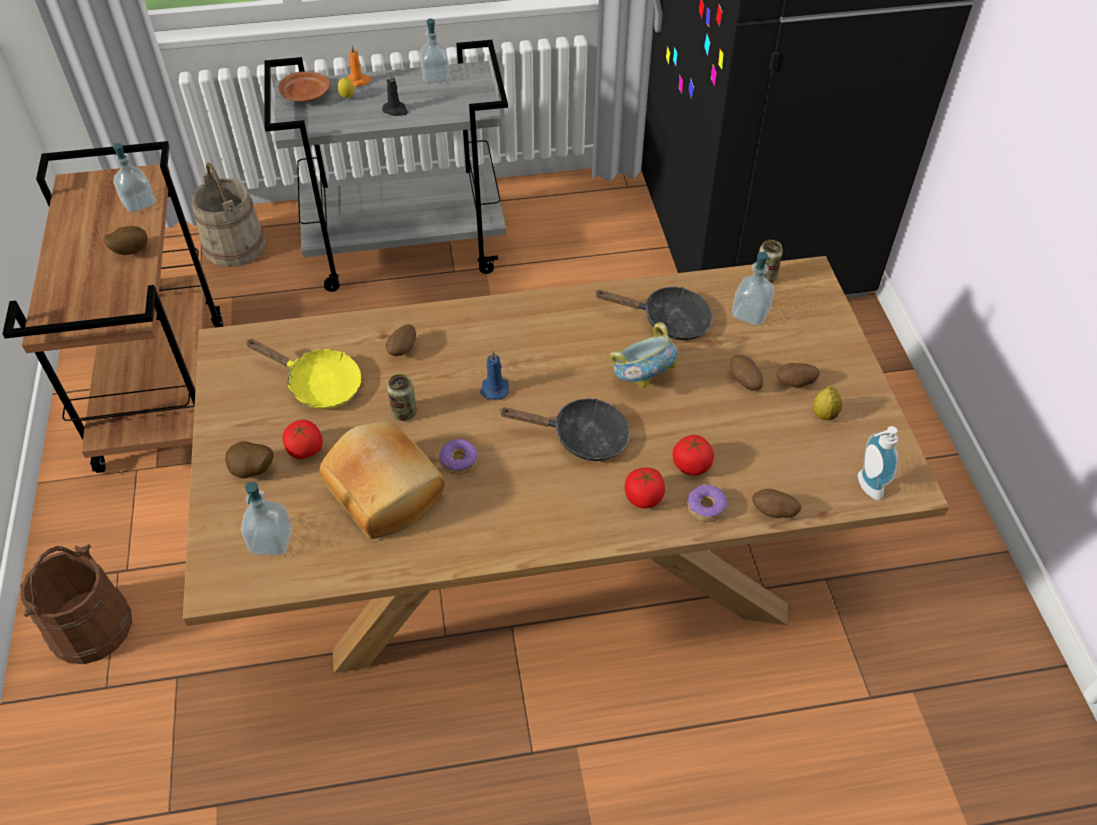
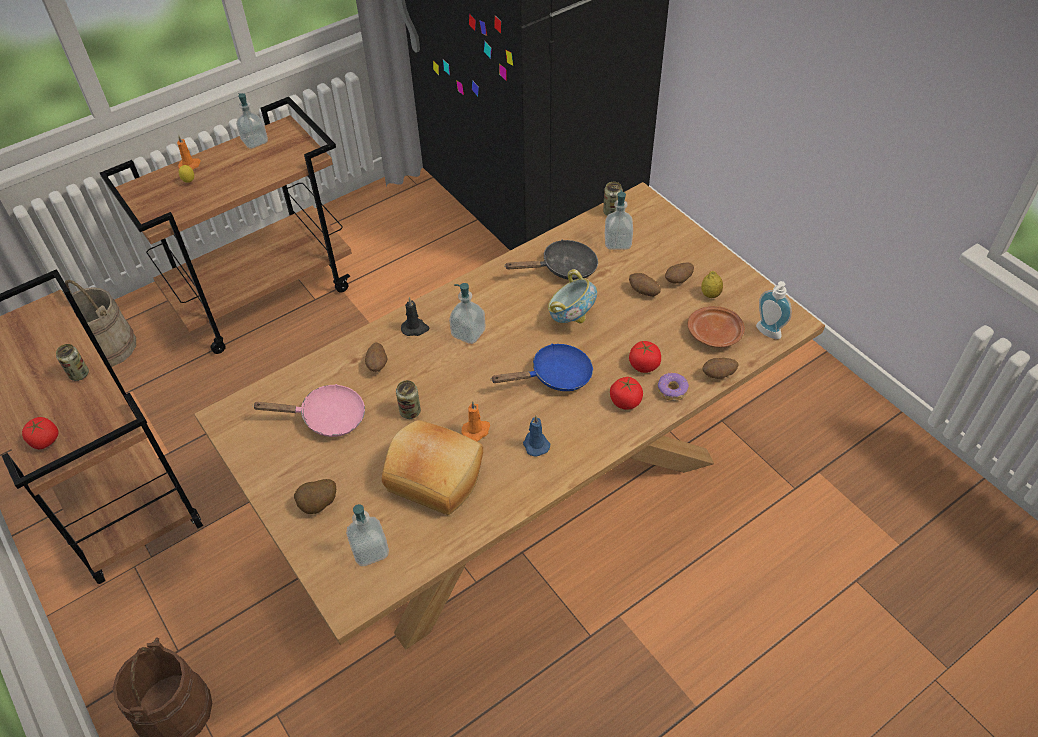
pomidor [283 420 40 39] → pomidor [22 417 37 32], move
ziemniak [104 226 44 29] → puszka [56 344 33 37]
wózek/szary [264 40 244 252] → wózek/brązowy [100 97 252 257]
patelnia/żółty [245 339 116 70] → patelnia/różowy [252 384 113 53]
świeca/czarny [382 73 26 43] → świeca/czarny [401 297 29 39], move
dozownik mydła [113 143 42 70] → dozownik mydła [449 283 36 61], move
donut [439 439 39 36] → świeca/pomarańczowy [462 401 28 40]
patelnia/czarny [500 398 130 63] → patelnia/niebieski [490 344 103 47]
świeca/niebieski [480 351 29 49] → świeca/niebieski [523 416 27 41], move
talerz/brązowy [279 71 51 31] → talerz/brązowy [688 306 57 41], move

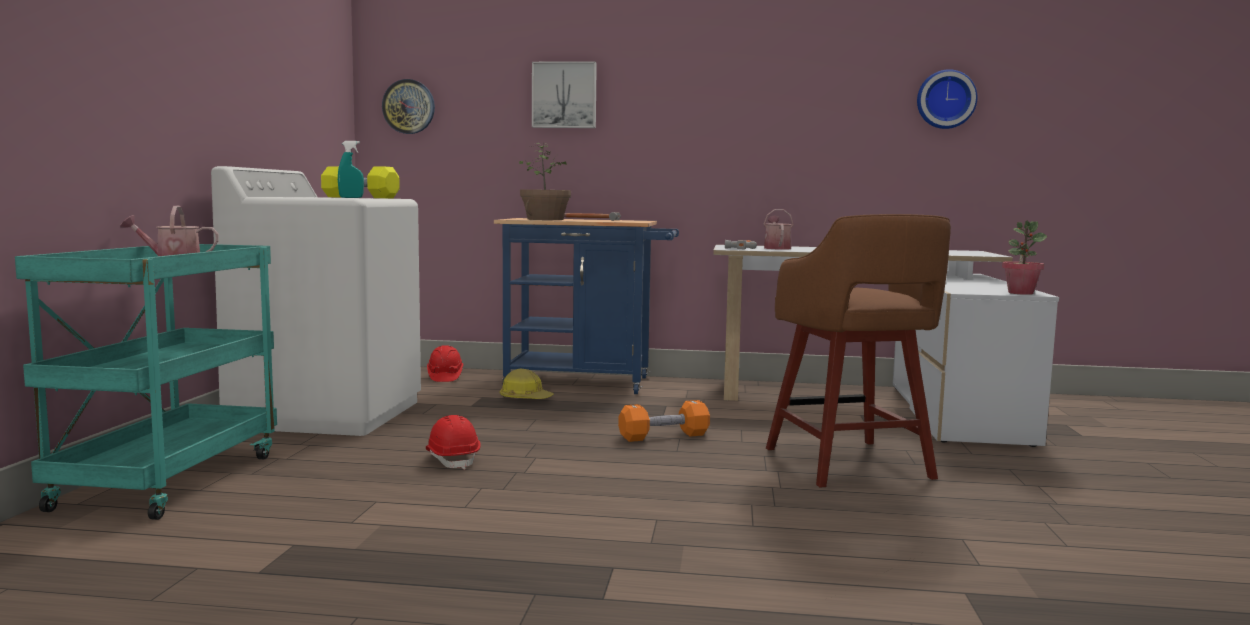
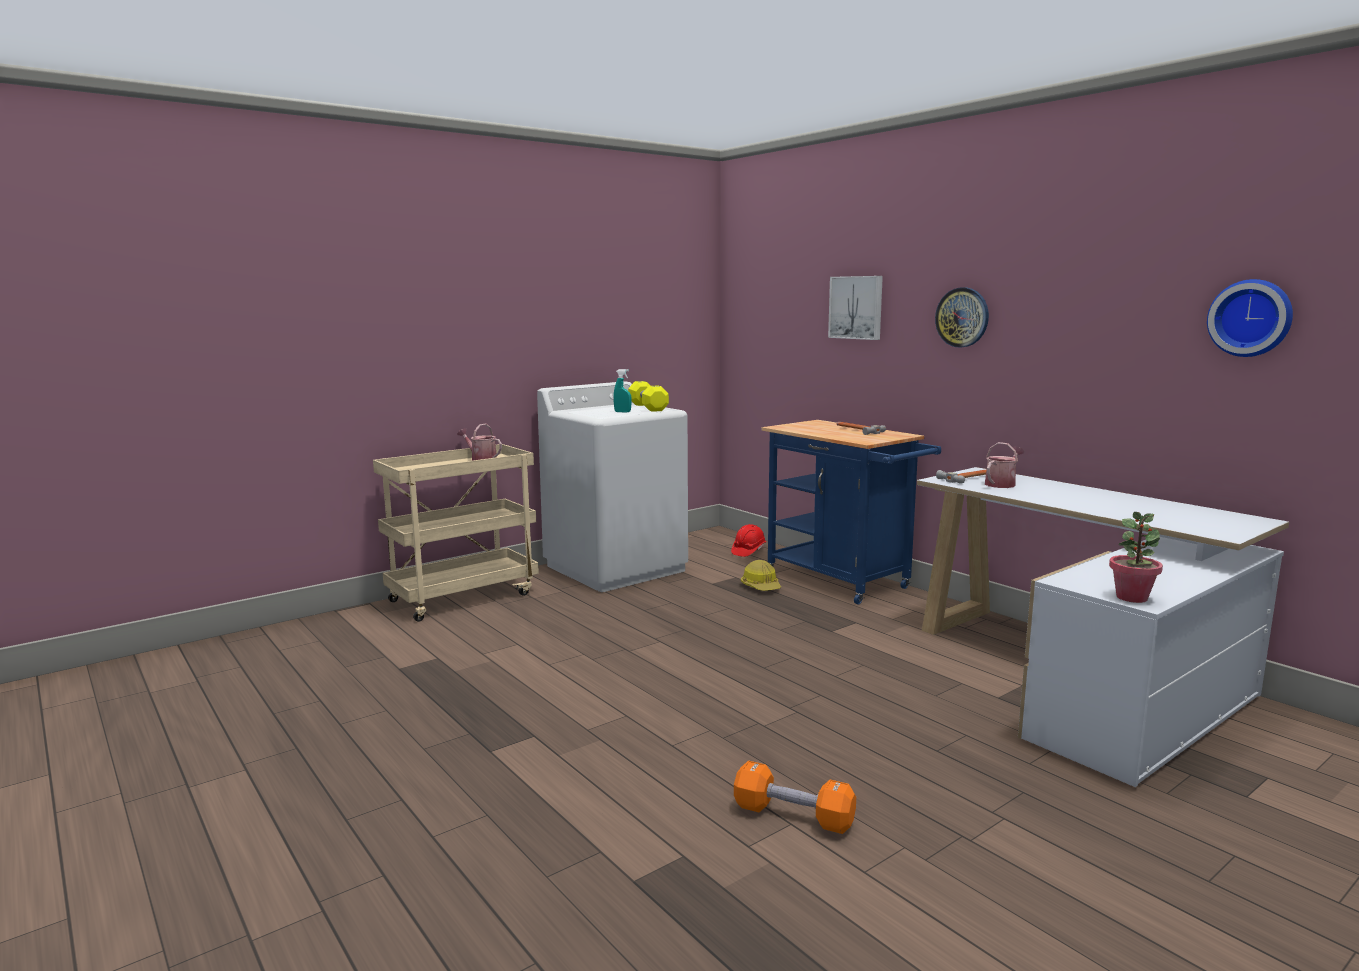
wózek/turkusowy [15 244 262 276] → wózek/beżowy [373 444 166 178]
hantel/pomarańczowy [618 400 92 42] → hantel/pomarańczowy [734 761 122 73], move
zegar ścienny [382 79 53 55] → zegar ścienny [935 288 54 59], move
kask/czerwony [426 415 55 55] → -
roślina doniczkowa [519 142 52 78] → -
stołek/brązowy [766 214 185 274] → -

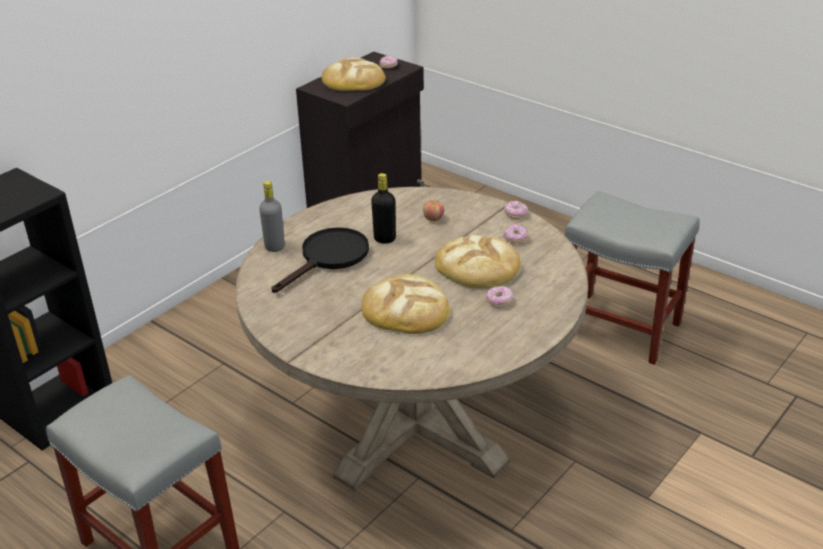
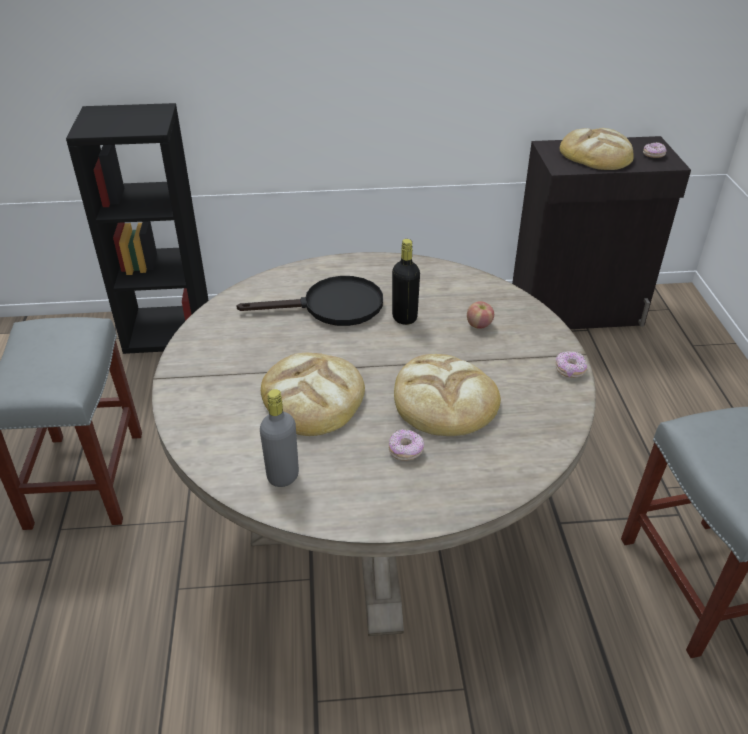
butelka/szary [259 181 26 71] → butelka/szary [260 389 39 98], move
donut [503 224 25 20] → -

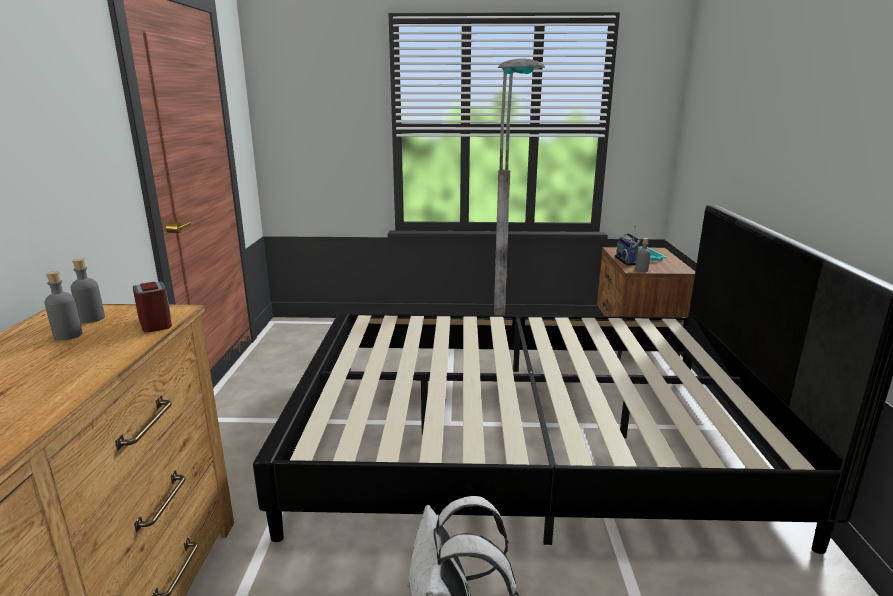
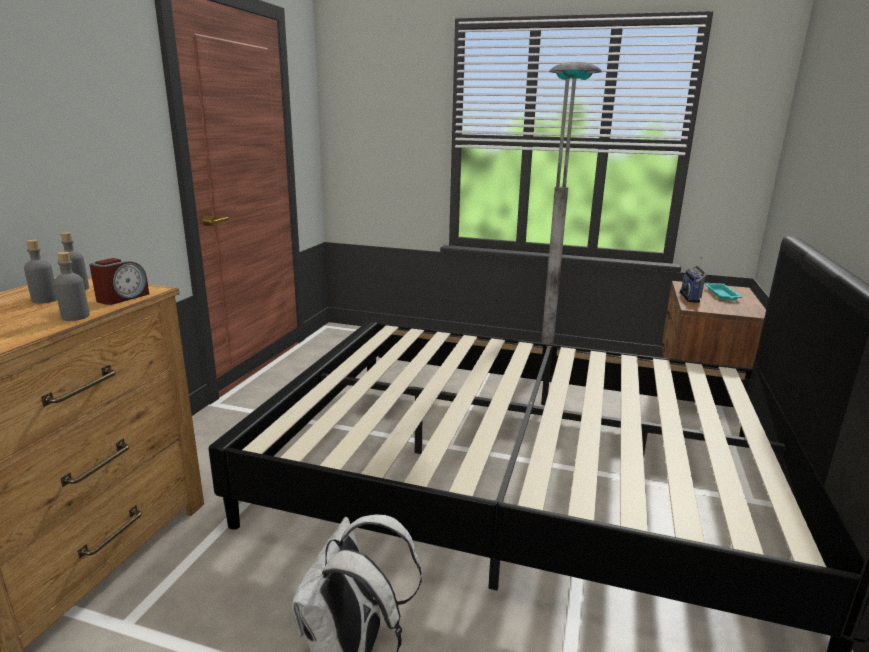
butelka/szary [635 238 16 34] → butelka/szary [54 252 36 69], move
budzik [133 282 39 50] → budzik [90 258 59 47], 45 degrees clockwise

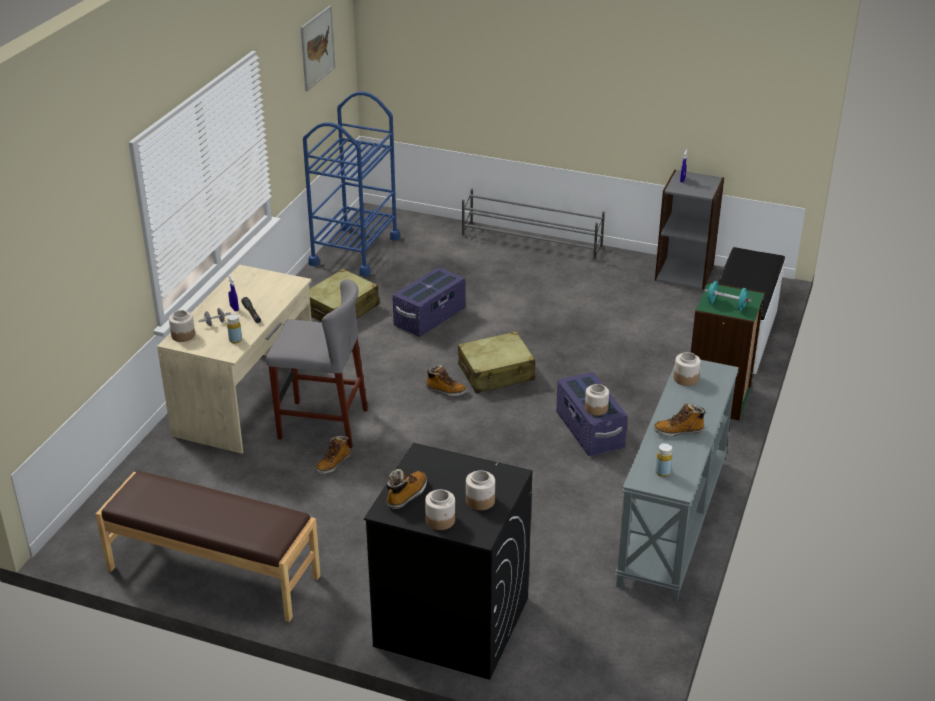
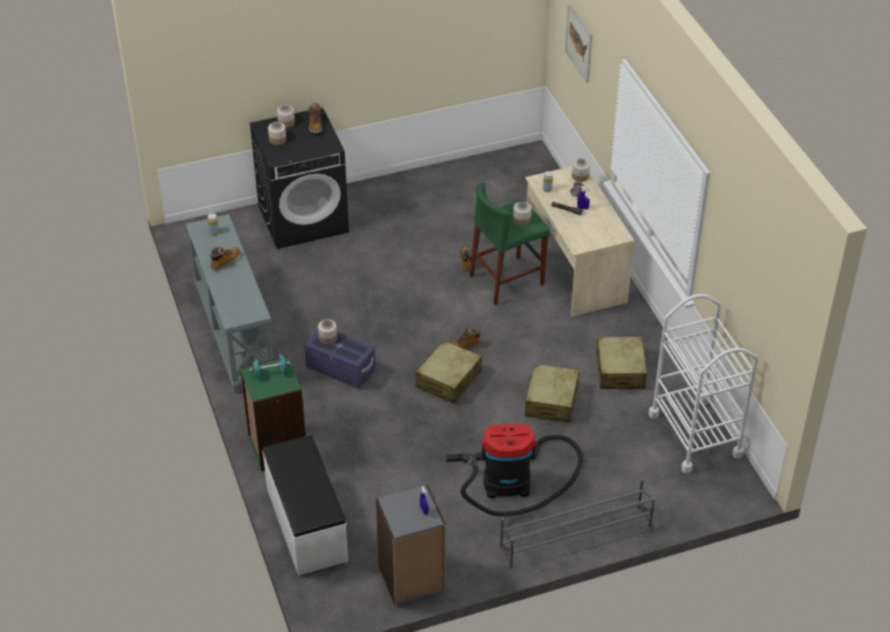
- → odkurzacz [446 424 137 93]
stołek/szary [266 279 102 169] → stołek/zielony [470 182 80 123]
słoik [674 352 27 34] → słoik [513 202 18 23], move
pojemnik do przechowywania/fioletowy [392 267 73 70] → walizka/beżowy [525 364 54 58]
obraz [301 5 34 86] → obraz [565 4 27 79], move
wózek/niebieski [303 92 97 184] → wózek/biały [649 294 109 179]
ławka/brązowy [96 471 225 151] → -

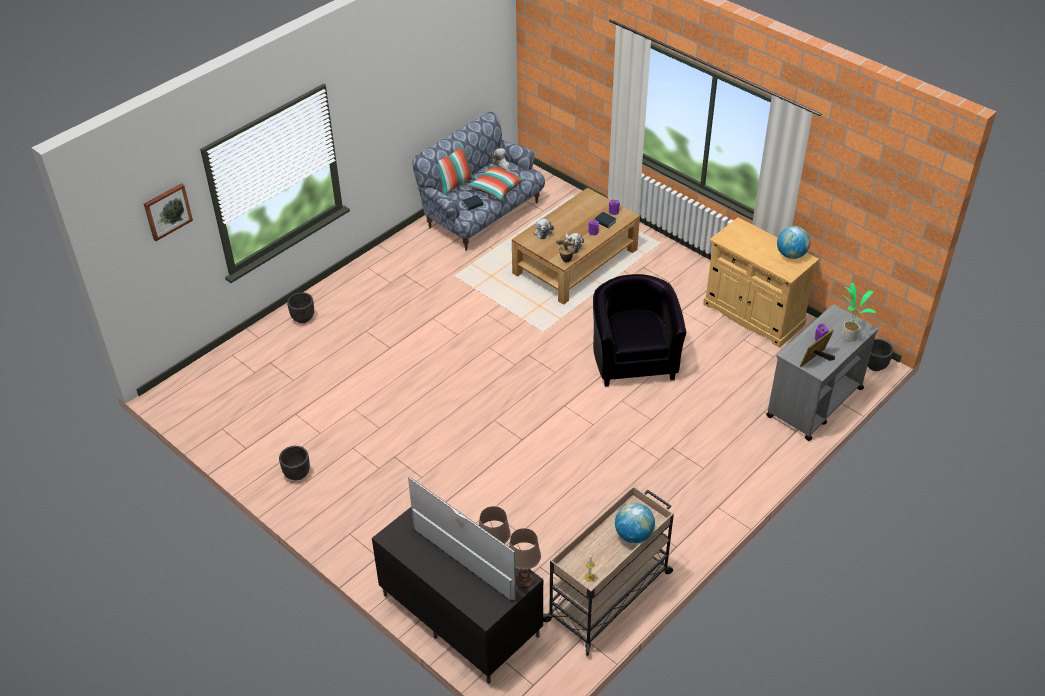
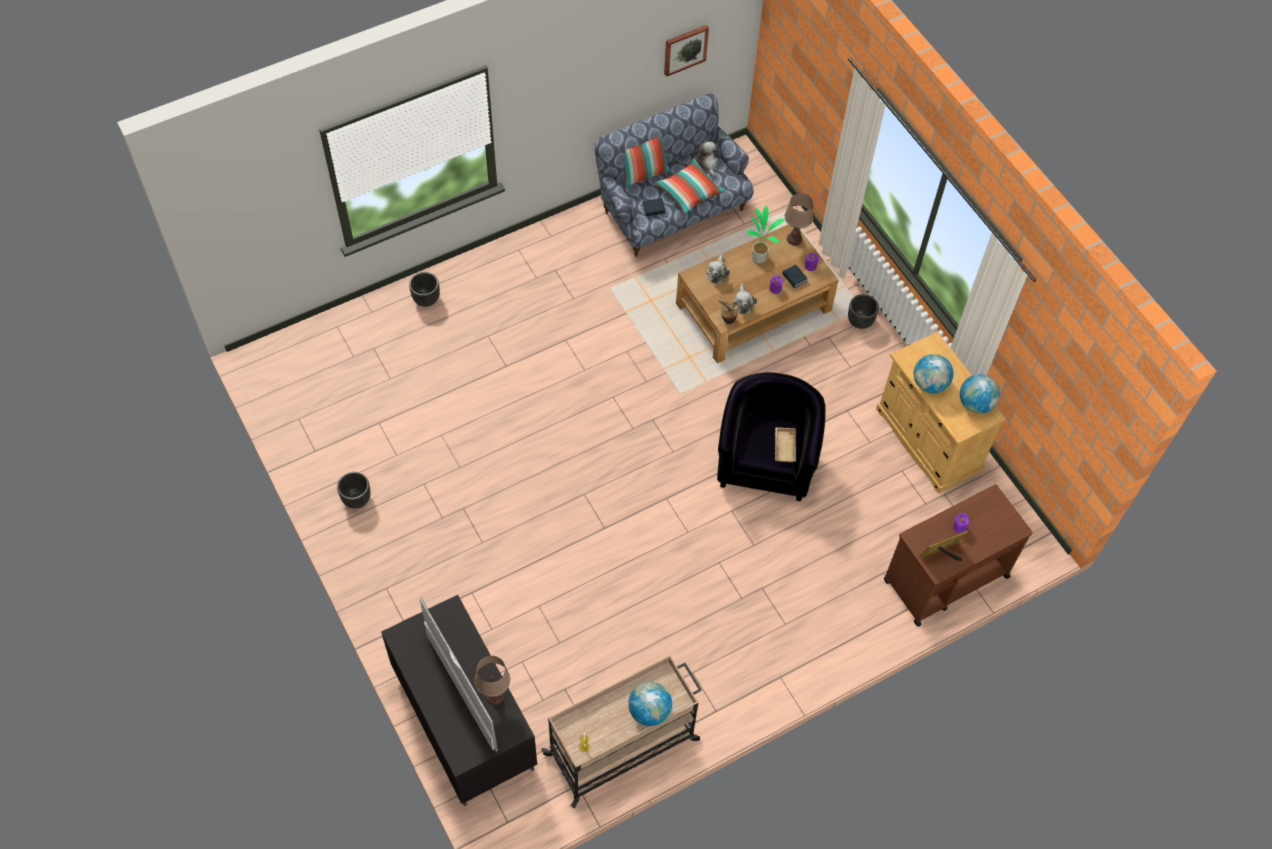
obraz [144 183 49 58] → obraz [664 25 45 52], move
roślina doniczkowa [842 283 34 59] → roślina doniczkowa [747 206 37 57], move
- → taca/beżowy [775 427 21 35]
lampa stołowa/brązowy [509 528 32 60] → lampa stołowa/brązowy [784 193 29 53], move
donica/czarny [867 339 27 32] → donica/czarny [848 294 31 35], move
wózek/szary [767 304 111 137] → wózek/brązowy [884 484 149 143]
- → globus [914 354 39 39]

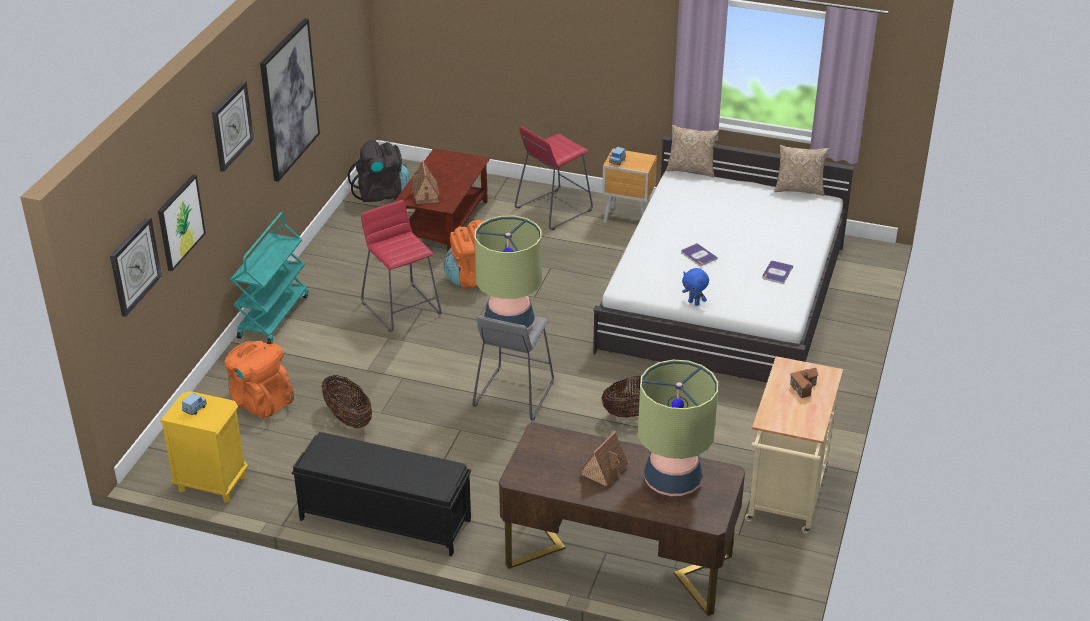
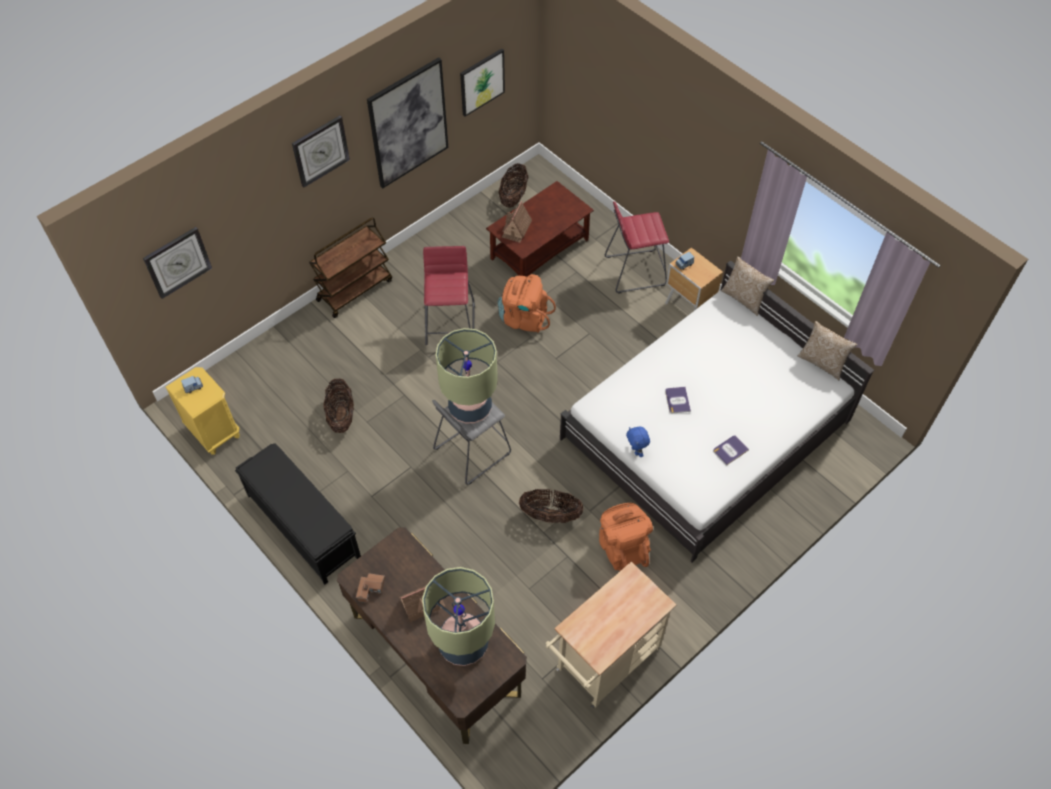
wózek/turkusowy [230 212 79 132] → wózek/brązowy [309 217 83 101]
domek [790 368 28 30] → domek [356 573 29 30], move
obraz [158 175 48 96] → obraz [460 48 45 69], move
plecak/czarny [348 140 62 63] → koszyk [498 163 30 45]
plecak/pomarańczowy [225 341 69 78] → plecak/pomarańczowy [599 503 54 68], move

